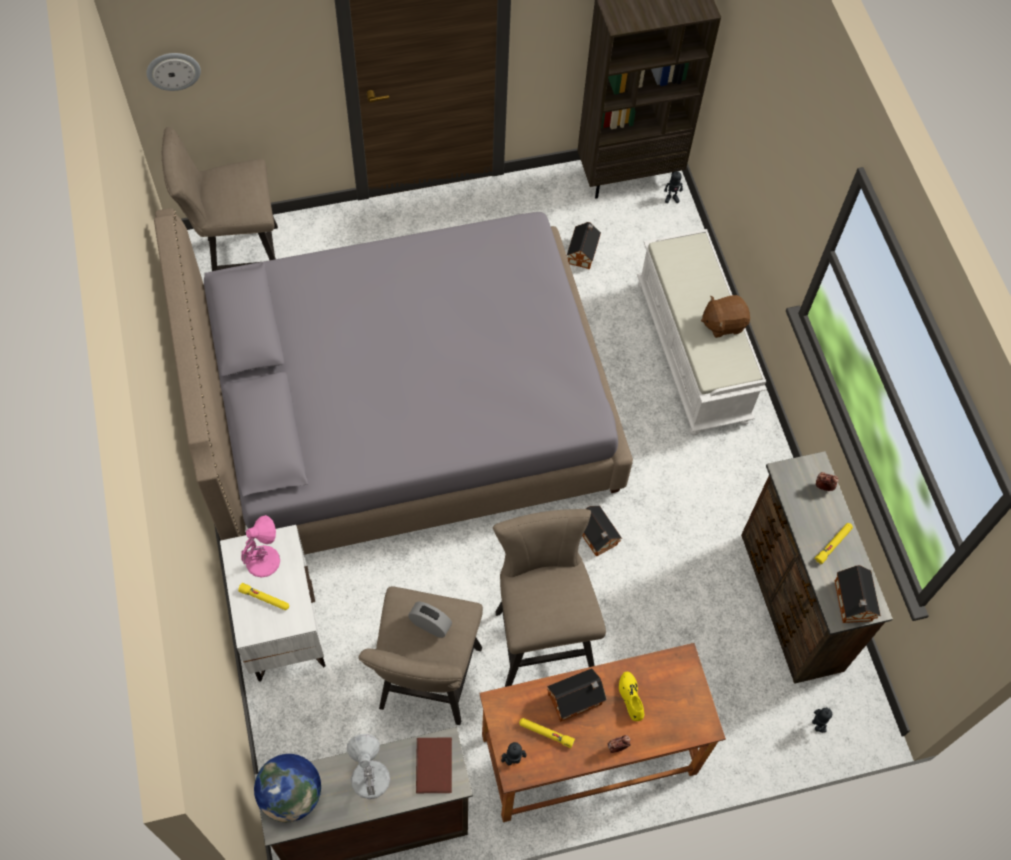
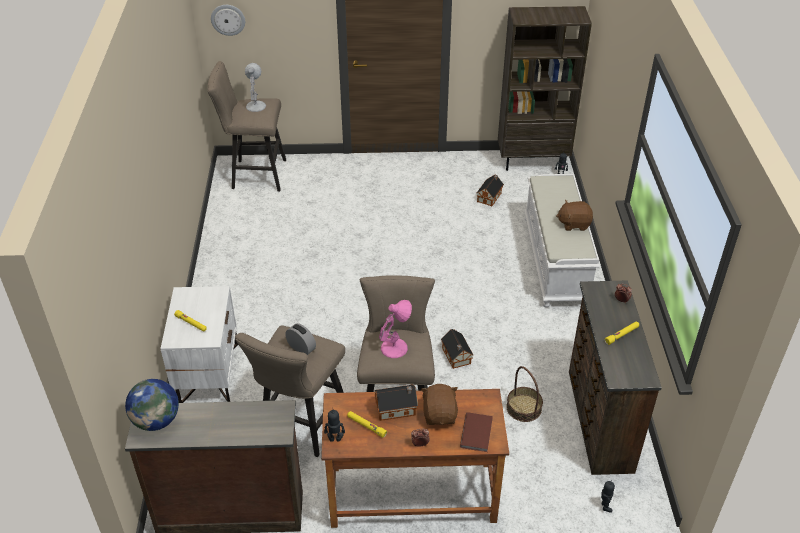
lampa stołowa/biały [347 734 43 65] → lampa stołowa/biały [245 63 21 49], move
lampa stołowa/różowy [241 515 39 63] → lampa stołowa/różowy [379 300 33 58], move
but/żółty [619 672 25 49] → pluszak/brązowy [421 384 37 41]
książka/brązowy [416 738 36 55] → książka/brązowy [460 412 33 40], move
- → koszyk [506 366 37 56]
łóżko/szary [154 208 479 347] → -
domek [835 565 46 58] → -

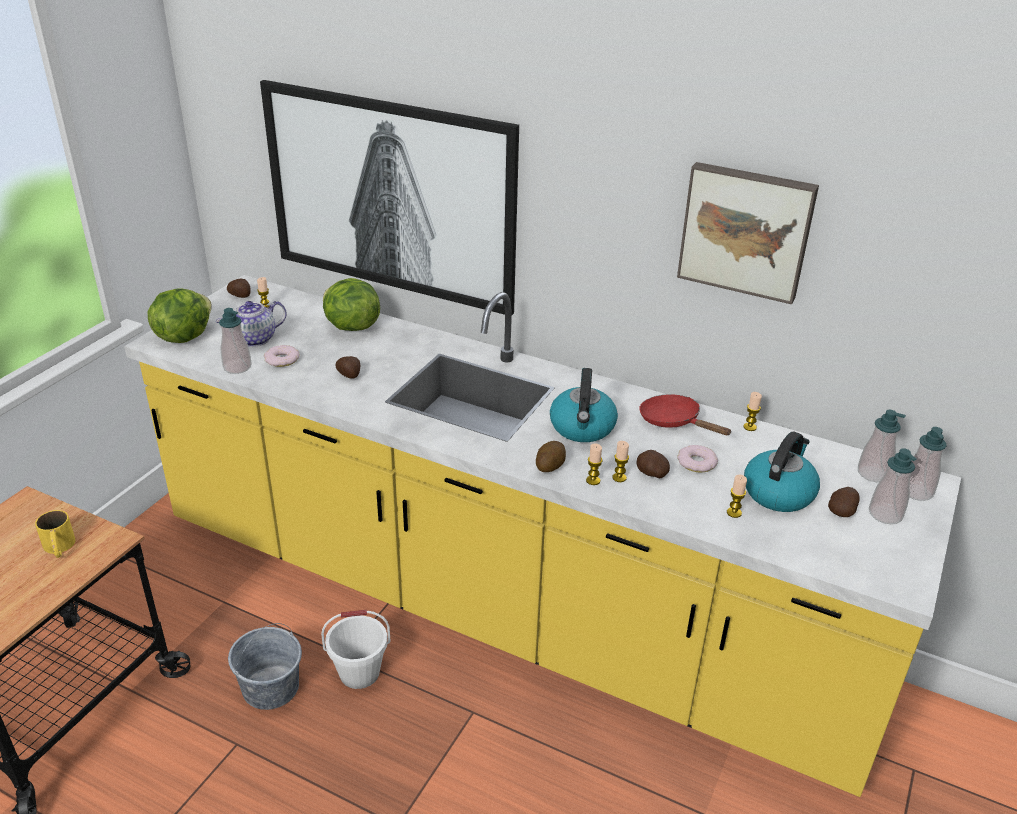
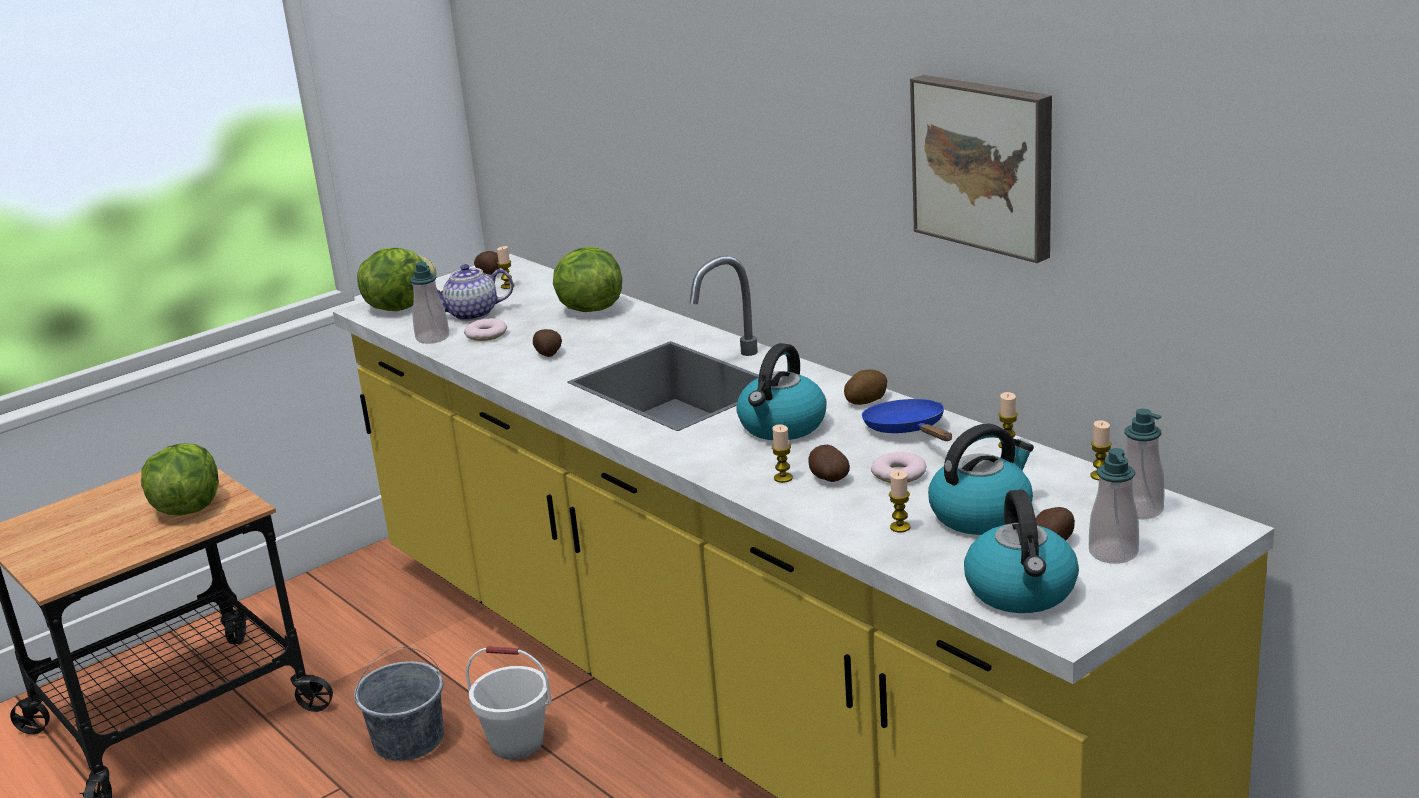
kubek/żółty [35 510 40 48] → sałata [141 443 78 73]
ziemniak [536 441 30 31] → ziemniak [844 370 43 35], move
patelnia/czerwony [639 394 93 41] → patelnia/niebieski [862 399 90 42]
- → czajnik [964 489 115 124]
świeca [586 443 17 42] → świeca [1090 420 22 60], move
obraz [260 80 259 236] → -
dozownik mydła [909 427 38 74] → -

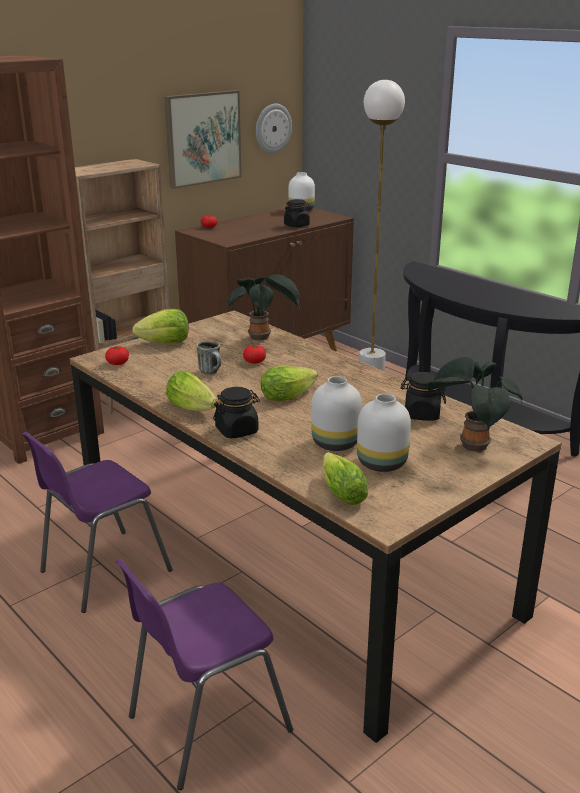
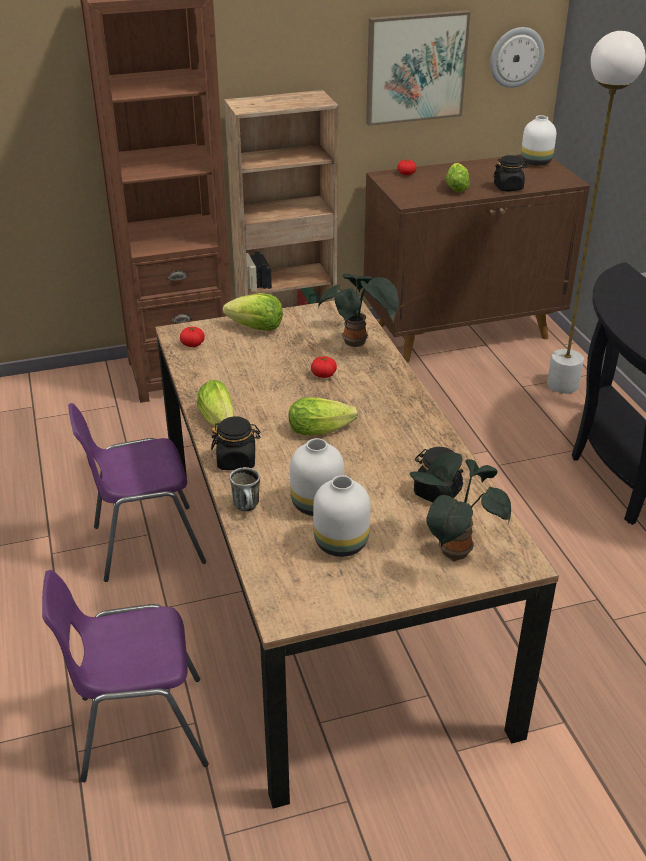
kubek [197 341 24 33] → kubek [229 467 31 44], move
sałata [323 452 45 53] → sałata [445 163 25 29], move

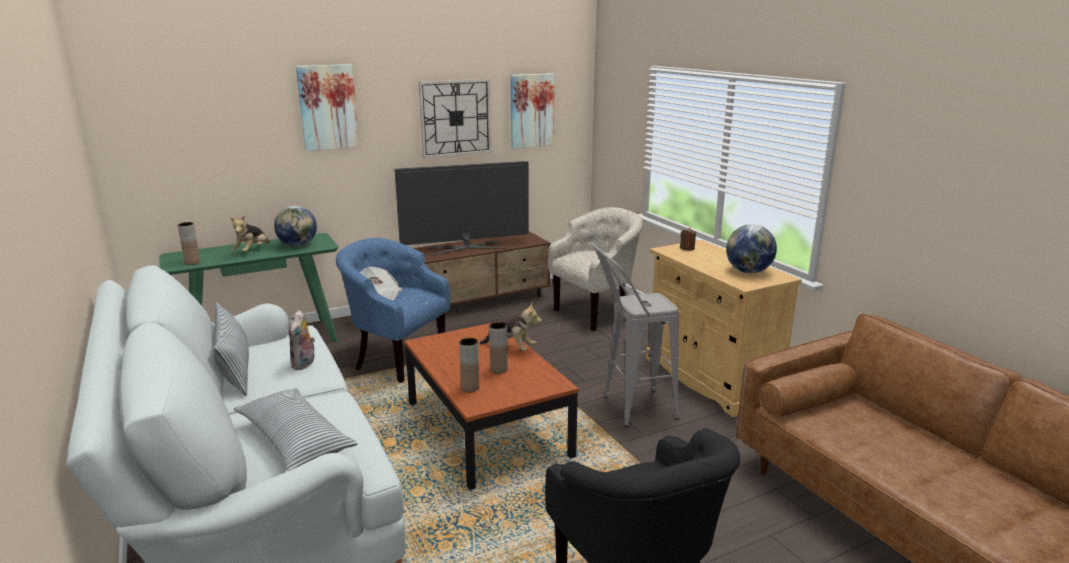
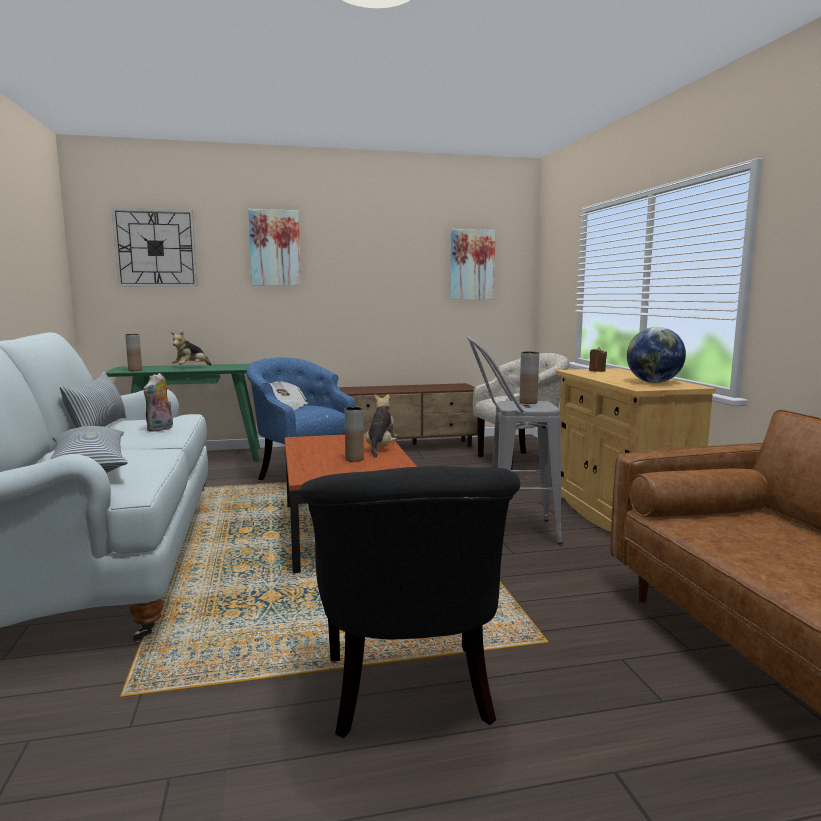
zegar ścienny [419 79 73 79] → zegar ścienny [111 208 87 79], move
pluszak [479 303 63 48] → pluszak [366 394 31 64], 120 degrees counterclockwise
wazon/brązowy [459 338 20 54] → wazon/brązowy [519 352 20 52], move
globus [274 206 43 41] → -
telewizor [394 161 135 95] → -

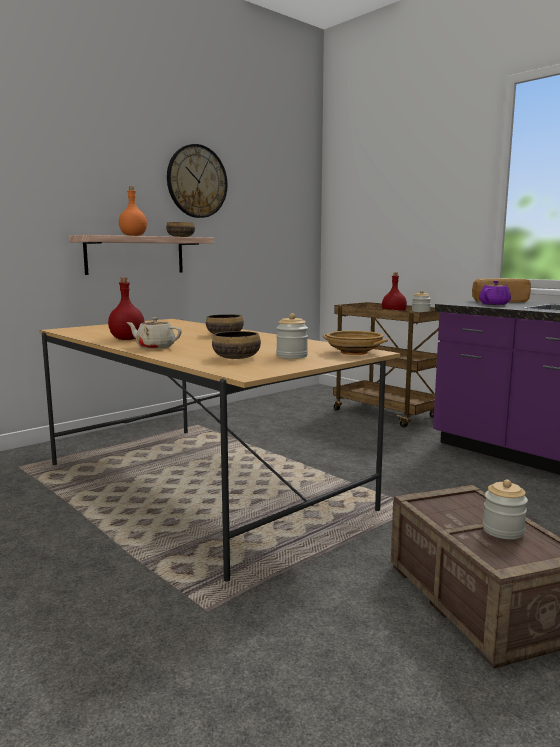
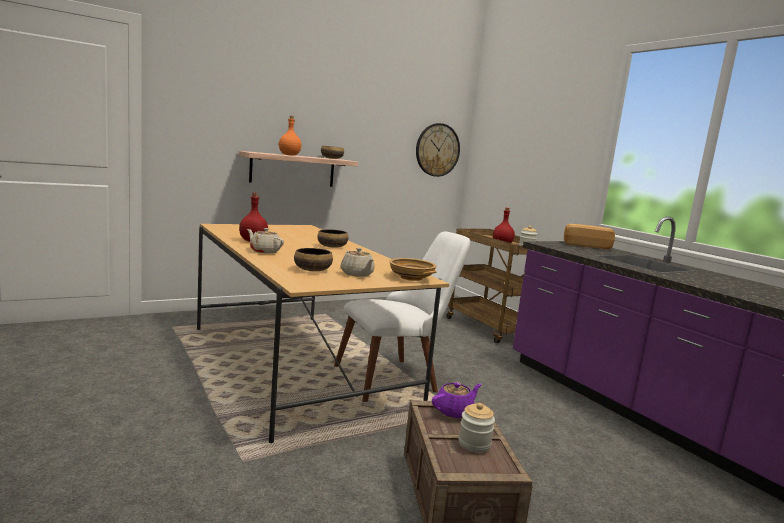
- → krzesło/biały [334 231 136 171]
słoik [276 313 32 46] → imbryk/beżowy [341 248 34 29]
zegar ścienny [167 144 60 74] → zegar ścienny [416 123 44 54], move
imbryk/fioletowy [479 281 32 24] → imbryk/fioletowy [432 382 50 36], move

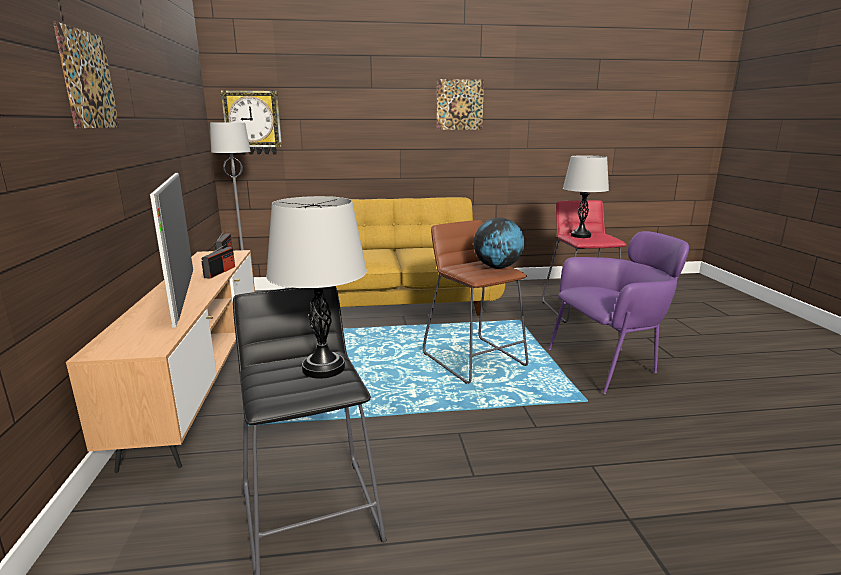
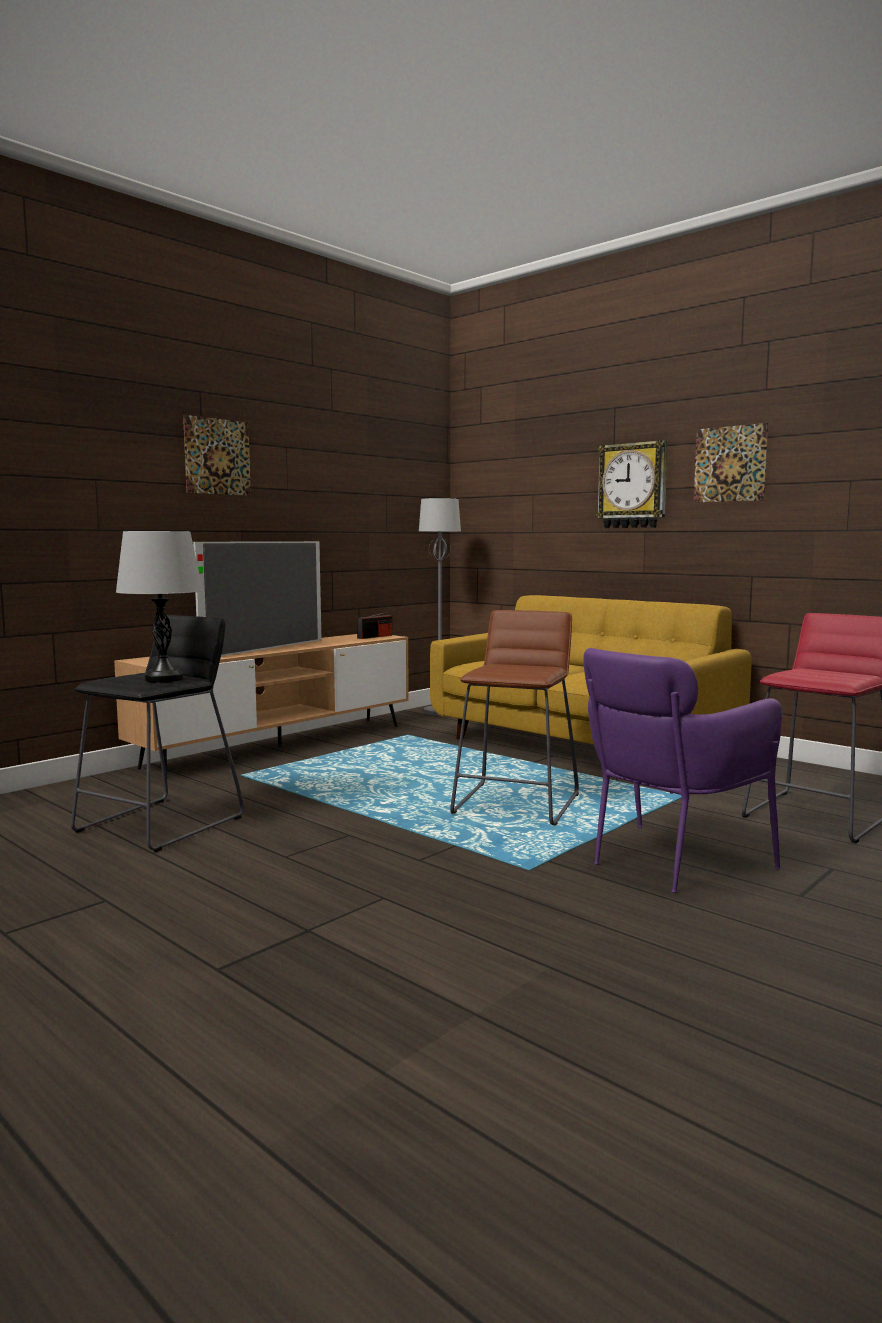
fotel/fioletowy [548 231 141 164] → fotel/fioletowy [583 648 199 245], 105 degrees clockwise
zegar ścienny [220 90 62 65] → zegar ścienny [596 440 72 88], move
radio [201 244 34 35] → -
globus [473 217 52 52] → -
lampa stołowa/szary [563 155 46 83] → -

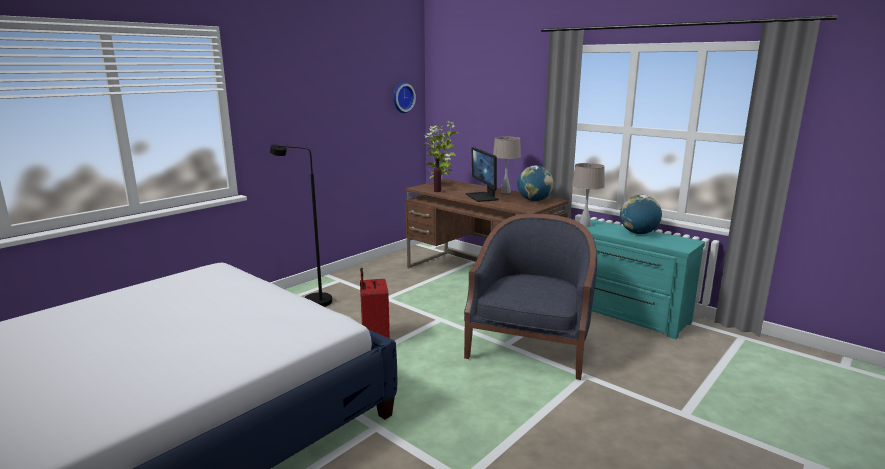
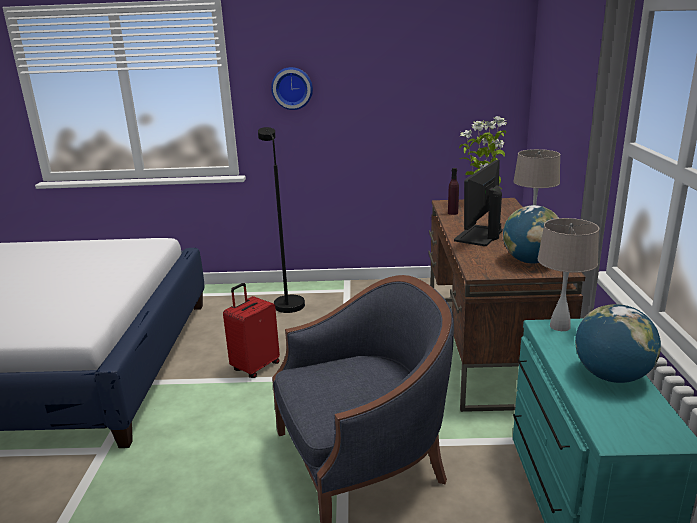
zegar ścienny [393 82 23 31] → zegar ścienny [271 67 42 43], move

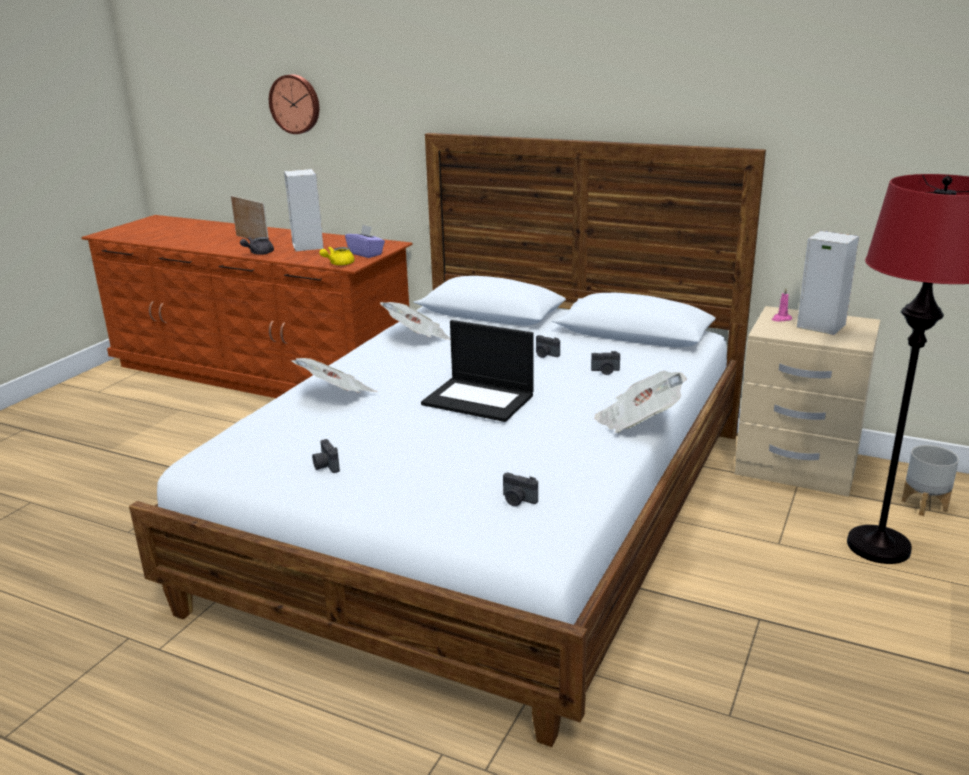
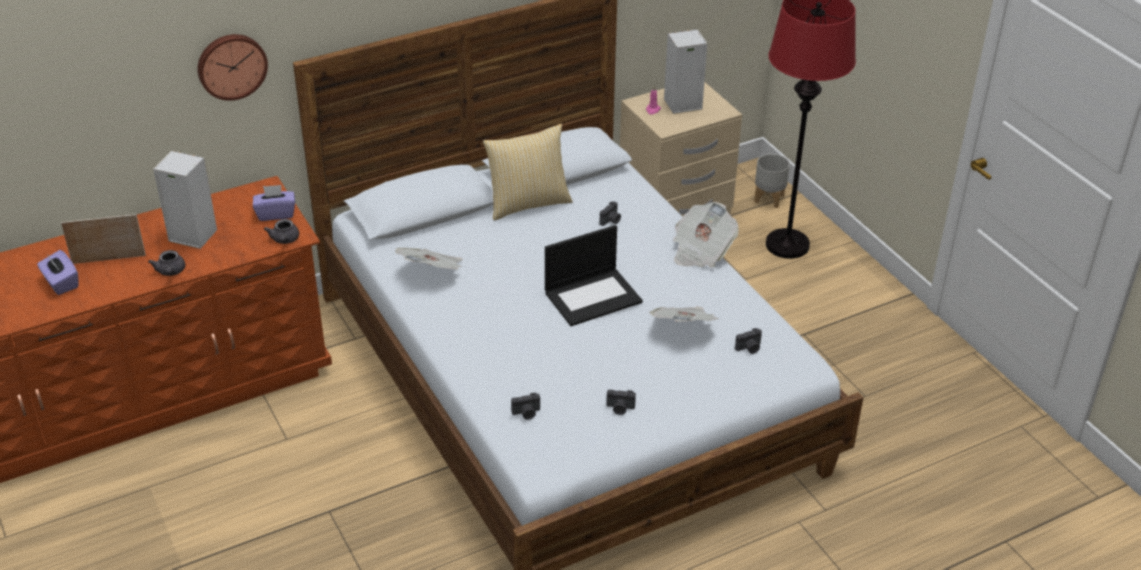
- → pudełko chusteczek/fioletowy [37 250 42 45]
zegar ścienny [269 74 50 60] → zegar ścienny [197 34 71 67], move
imbryk/żółty [319 247 36 19] → imbryk/szary [264 219 35 25]
- → poduszka [483 124 90 96]
aparat fotograficzny [536 335 24 23] → aparat fotograficzny [511 393 29 27], move
gazeta [291 358 87 35] → gazeta [650 307 69 14], move

